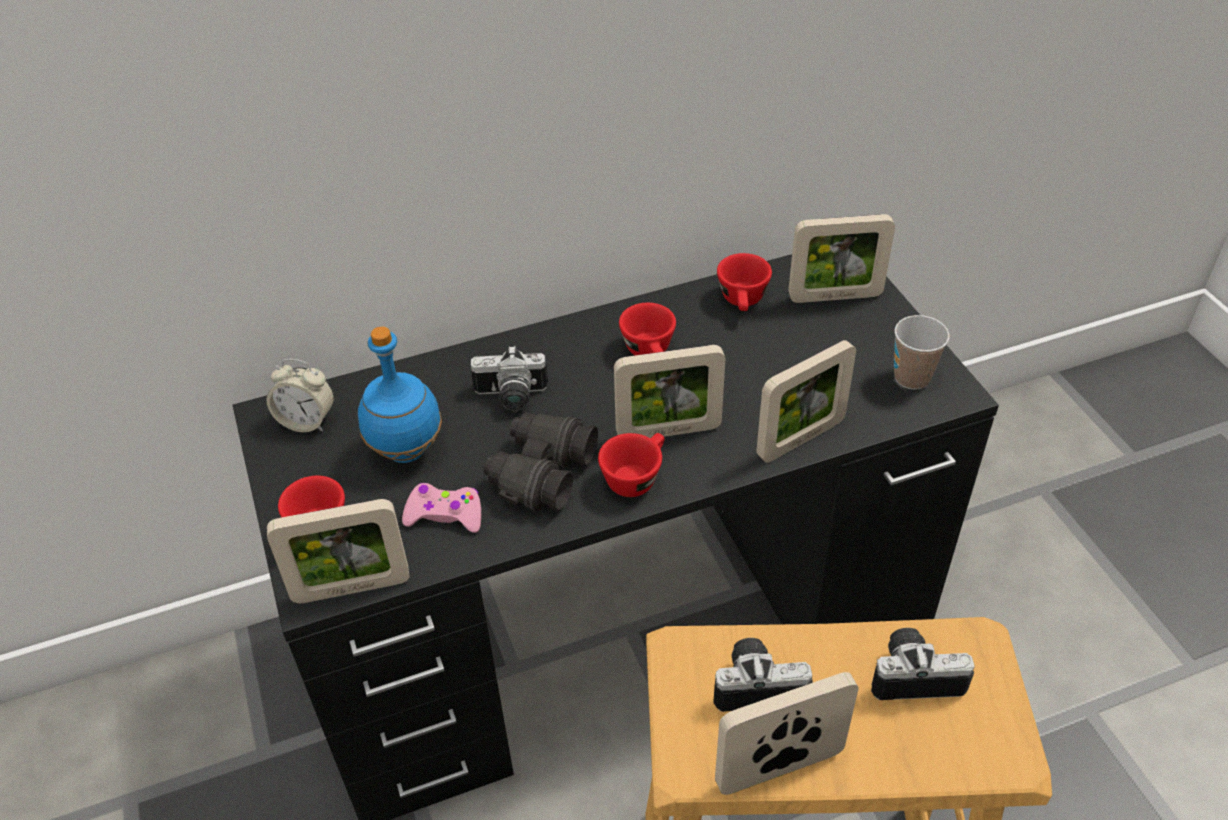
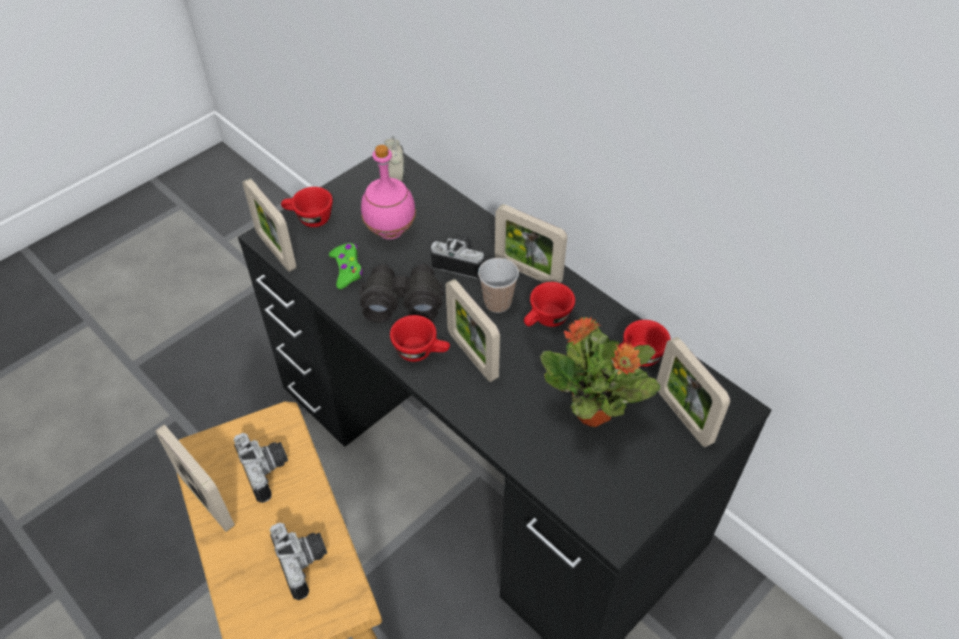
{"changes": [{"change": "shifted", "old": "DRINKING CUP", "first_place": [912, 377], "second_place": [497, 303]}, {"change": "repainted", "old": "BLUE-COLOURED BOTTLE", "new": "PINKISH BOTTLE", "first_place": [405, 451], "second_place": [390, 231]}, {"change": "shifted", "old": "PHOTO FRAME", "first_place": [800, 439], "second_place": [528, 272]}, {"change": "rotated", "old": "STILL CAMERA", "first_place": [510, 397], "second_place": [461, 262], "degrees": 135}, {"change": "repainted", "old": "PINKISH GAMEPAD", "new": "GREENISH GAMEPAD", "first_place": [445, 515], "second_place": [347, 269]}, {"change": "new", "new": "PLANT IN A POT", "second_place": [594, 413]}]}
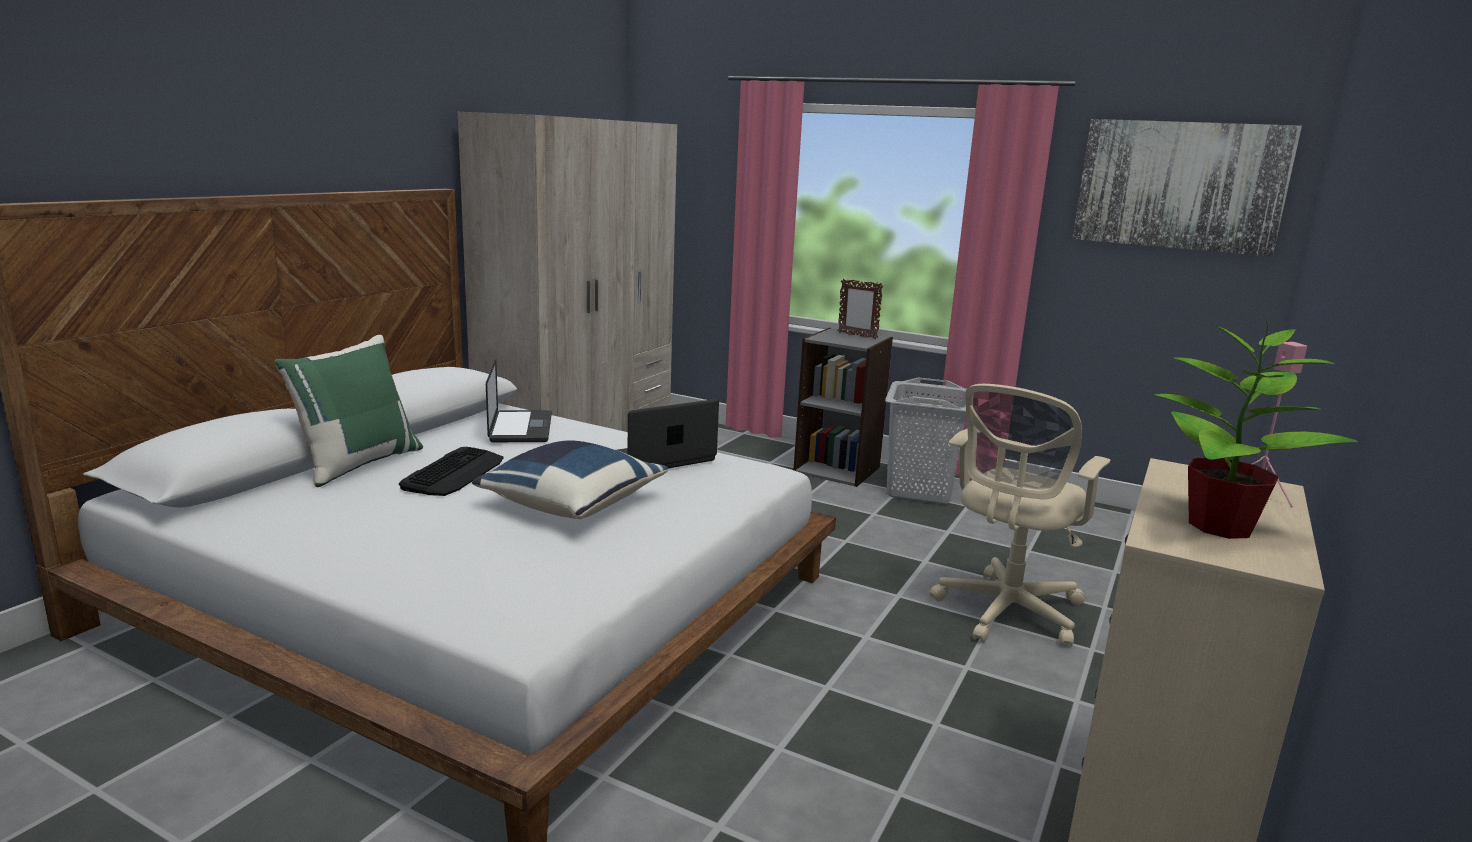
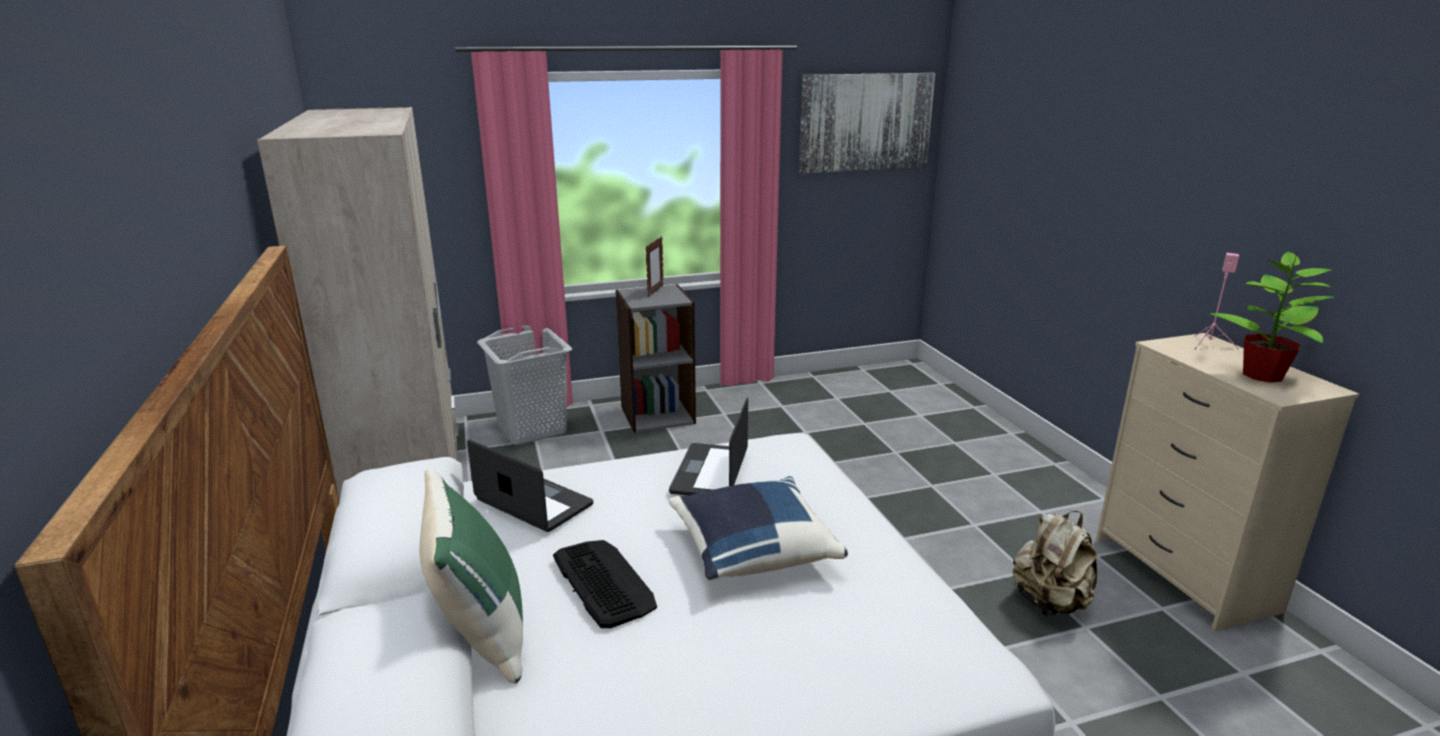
{"changes": [{"change": "rotated", "old": "PHOTO FRAME", "first_place": [857, 336], "second_place": [655, 291], "degrees": -60}, {"change": "shifted", "old": "GRAY WASHING BASKET", "first_place": [920, 490], "second_place": [532, 429]}, {"change": "gone", "old": "SAND-COLOURED COMPUTER CHAIR", "first_place": [1006, 614]}, {"change": "new", "new": "SAND-COLOURED BACKPACK", "second_place": [1050, 603]}]}
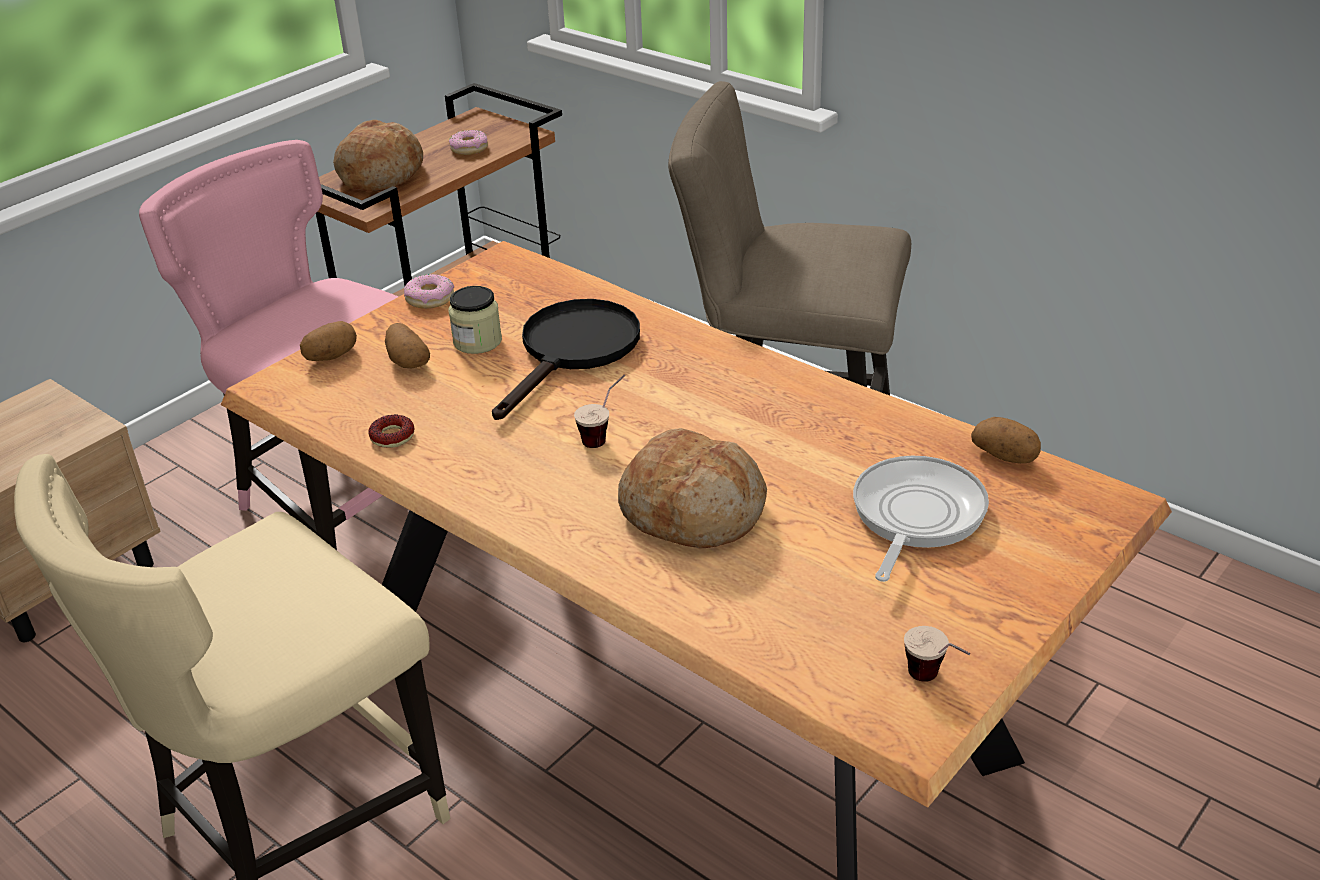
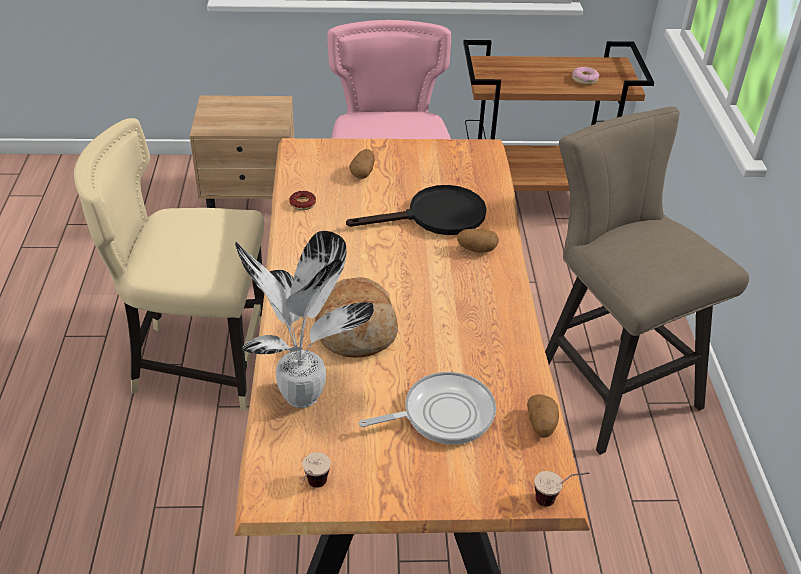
{"changes": [{"change": "gone", "old": "BREAD", "first_place": [380, 174]}, {"change": "gone", "old": "RING DOUGHNUT", "first_place": [430, 299]}, {"change": "gone", "old": "PRESERVE JAR", "first_place": [477, 341]}, {"change": "shifted", "old": "POTATO", "first_place": [331, 356], "second_place": [476, 249]}, {"change": "shifted", "old": "DRINKING CUP", "first_place": [604, 436], "second_place": [556, 500]}, {"change": "new", "new": "PLANT IN A POT", "second_place": [303, 398]}]}
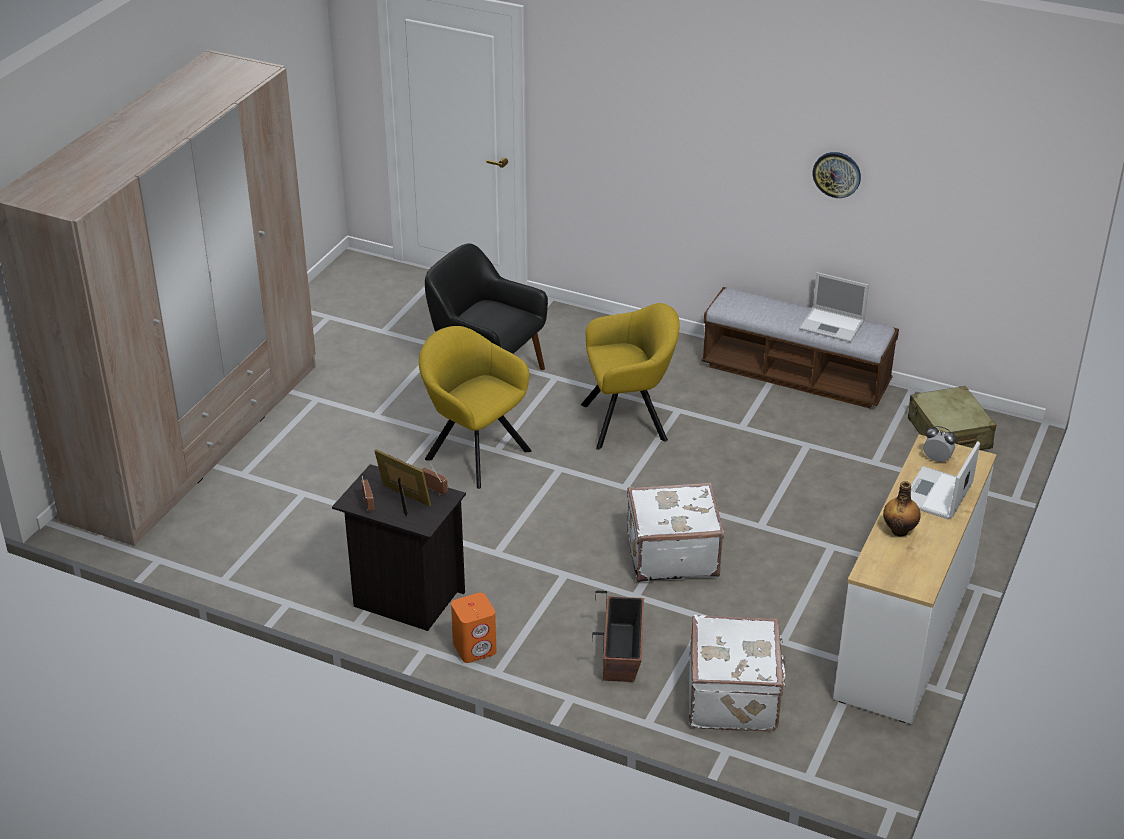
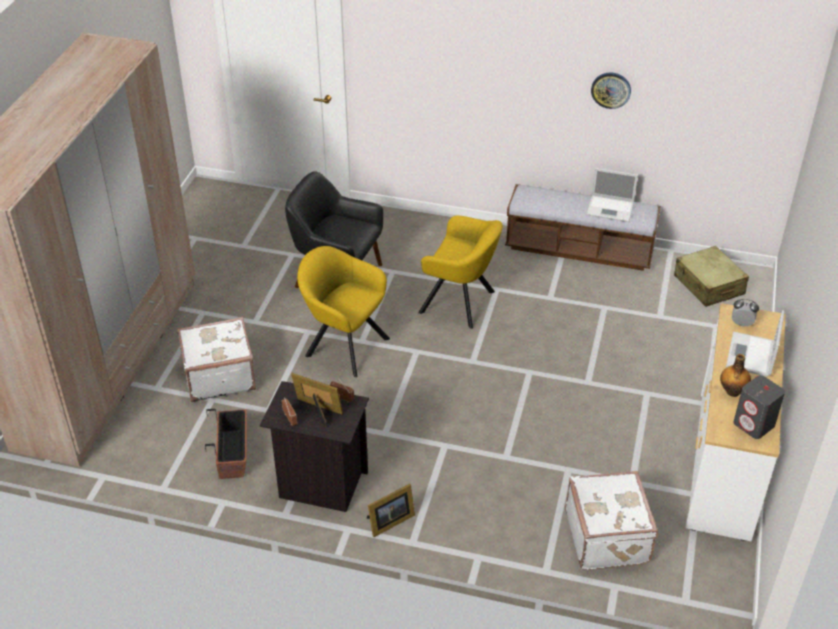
{"changes": [{"change": "rotated", "old": "YELLOW EASY CHAIR", "first_place": [629, 421], "second_place": [461, 303], "degrees": 45}, {"change": "shifted", "old": "WHITE SUITCASE", "first_place": [671, 554], "second_place": [218, 376]}, {"change": "shifted", "old": "FLOWER POT", "first_place": [621, 653], "second_place": [233, 454]}, {"change": "swapped", "old": "ORANGE-COLOURED LOUDSPEAKER", "new": "PHOTO FRAME", "first_place": [475, 648], "second_place": [389, 522]}, {"change": "new", "new": "GRAY LOUDSPEAKER", "second_place": [754, 424]}]}
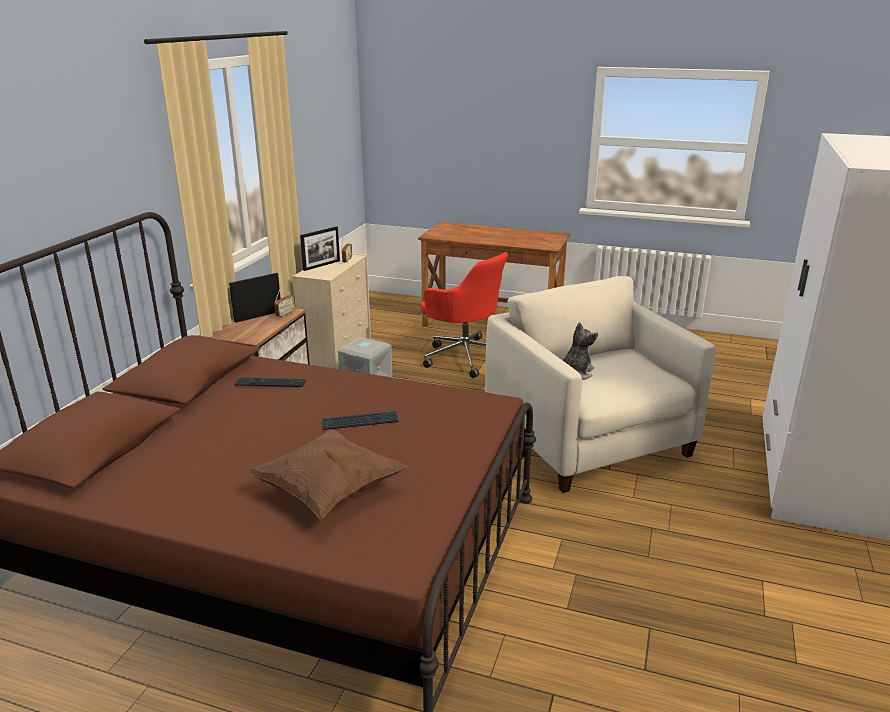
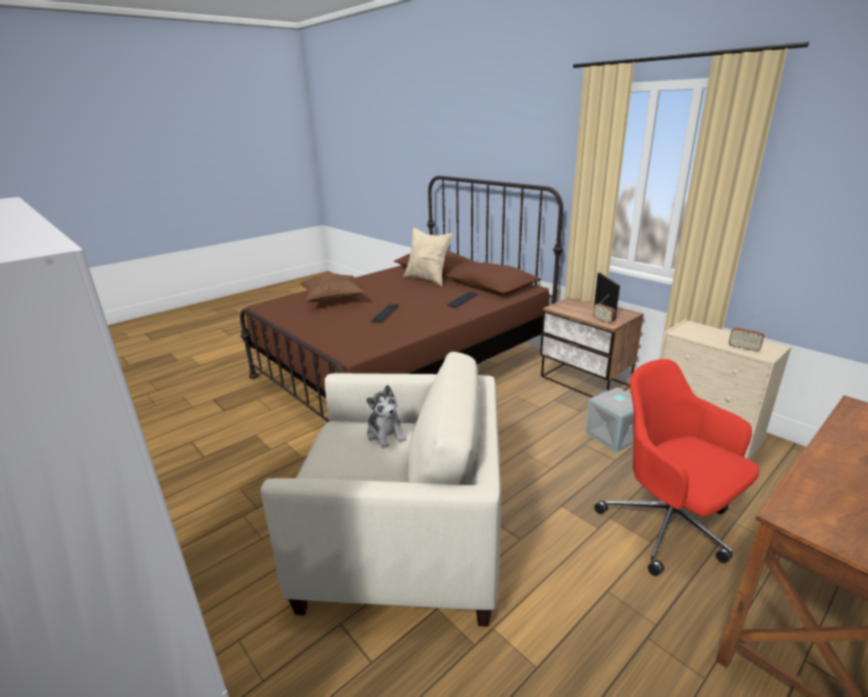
{"changes": [{"change": "gone", "old": "PHOTO FRAME", "first_place": [321, 265]}, {"change": "rotated", "old": "REDDISH COMPUTER CHAIR", "first_place": [464, 356], "second_place": [669, 526], "degrees": 75}, {"change": "new", "new": "SAND-COLOURED PILLOW", "second_place": [427, 279]}]}
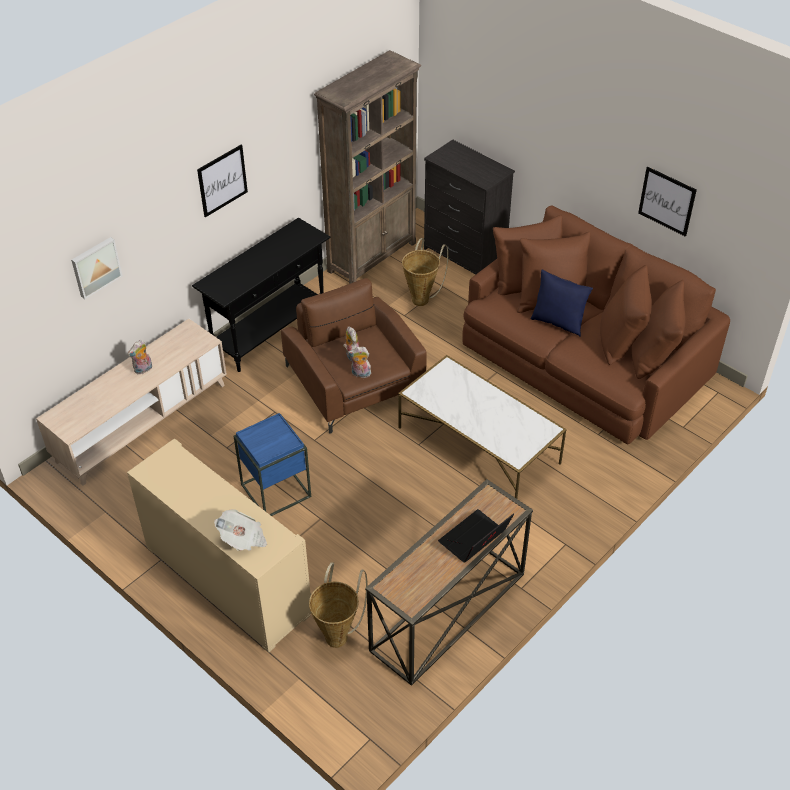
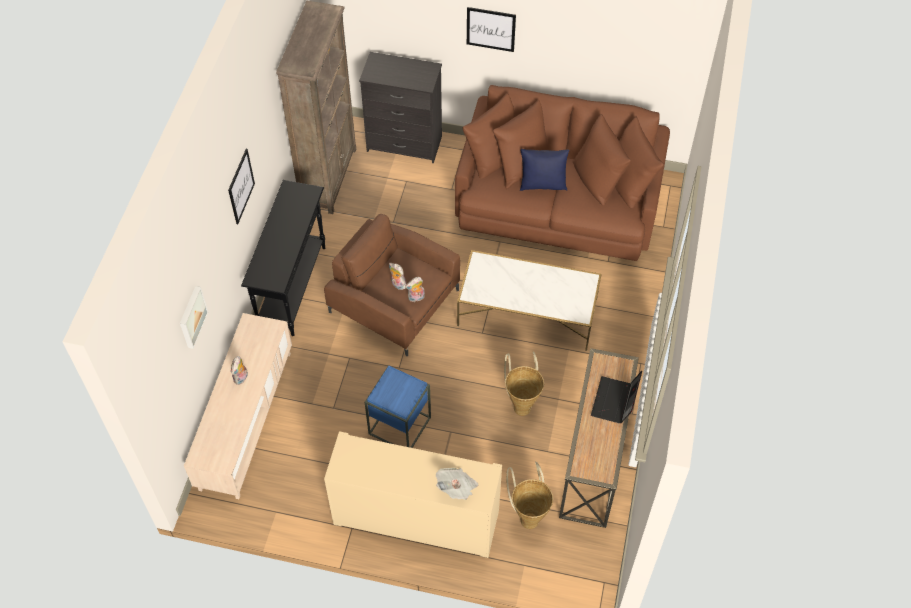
{"changes": [{"change": "shifted", "old": "WALL PICTURE", "first_place": [667, 201], "second_place": [491, 29]}, {"change": "shifted", "old": "HOUSEHOLD BASKET", "first_place": [422, 298], "second_place": [522, 404]}]}
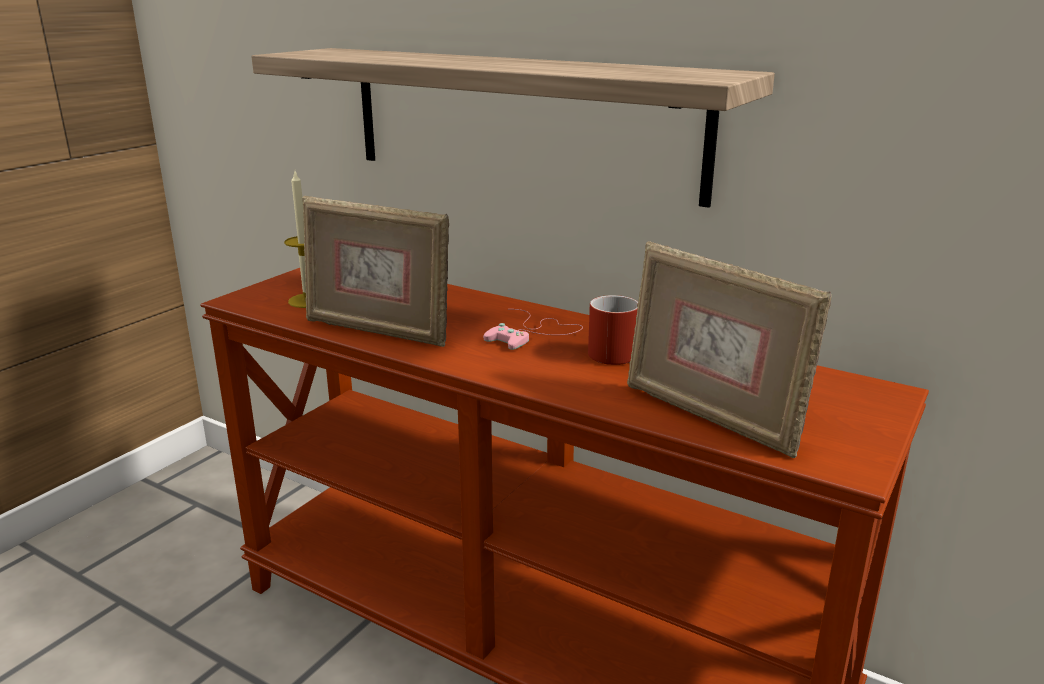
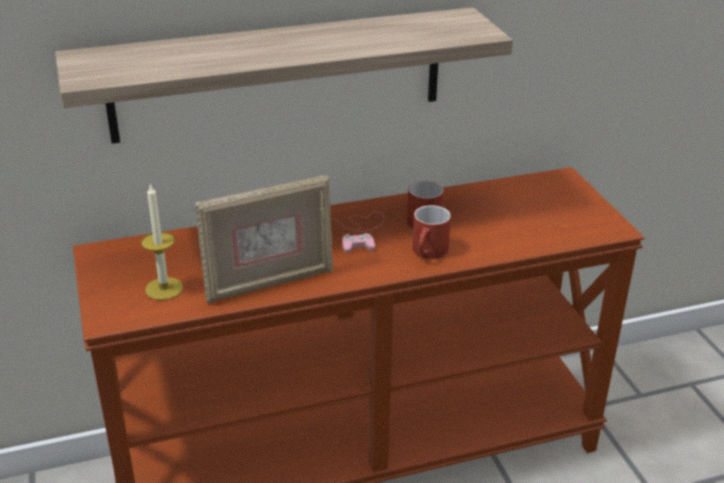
{"changes": [{"change": "gone", "old": "PHOTO FRAME", "first_place": [710, 416]}, {"change": "new", "new": "REDDISH COFFEE MUG", "second_place": [429, 253]}]}
